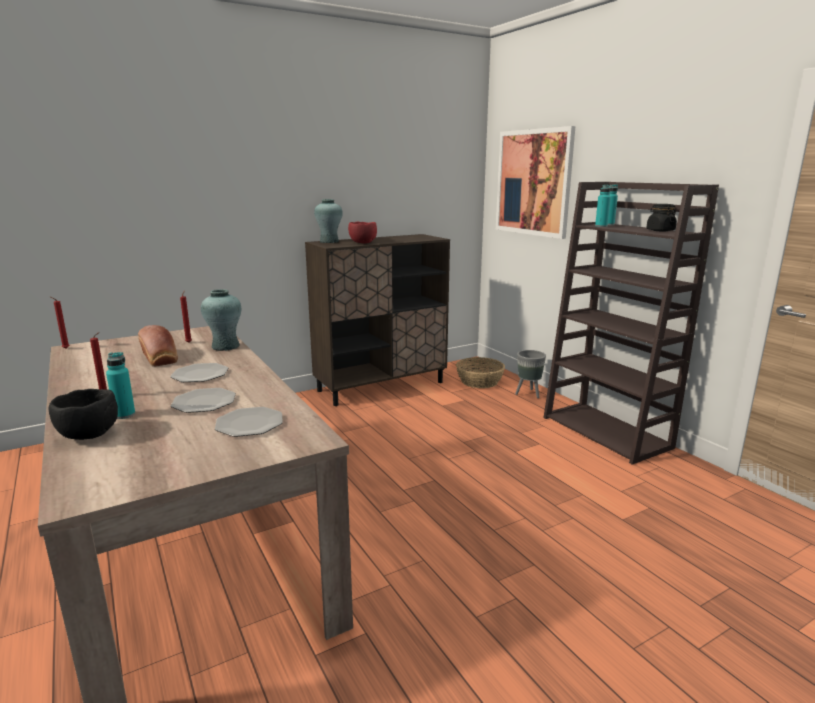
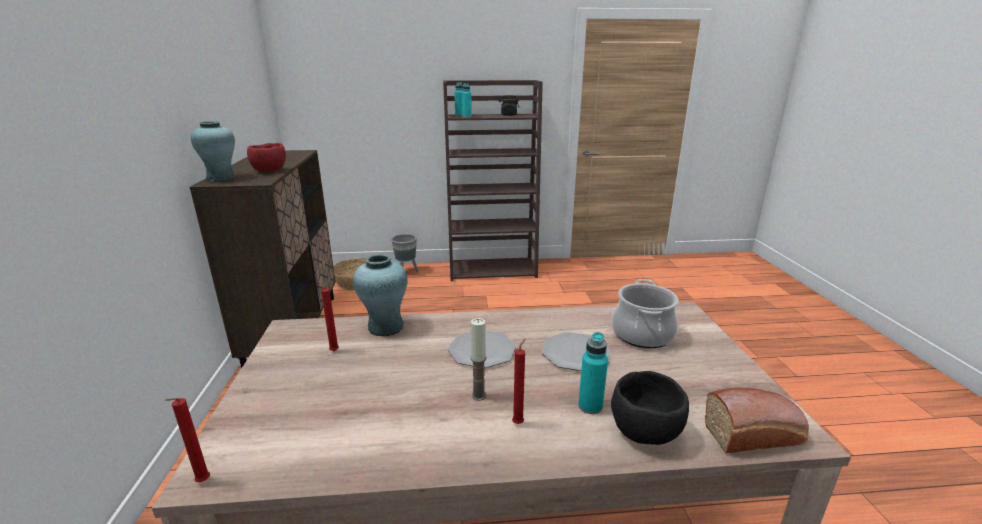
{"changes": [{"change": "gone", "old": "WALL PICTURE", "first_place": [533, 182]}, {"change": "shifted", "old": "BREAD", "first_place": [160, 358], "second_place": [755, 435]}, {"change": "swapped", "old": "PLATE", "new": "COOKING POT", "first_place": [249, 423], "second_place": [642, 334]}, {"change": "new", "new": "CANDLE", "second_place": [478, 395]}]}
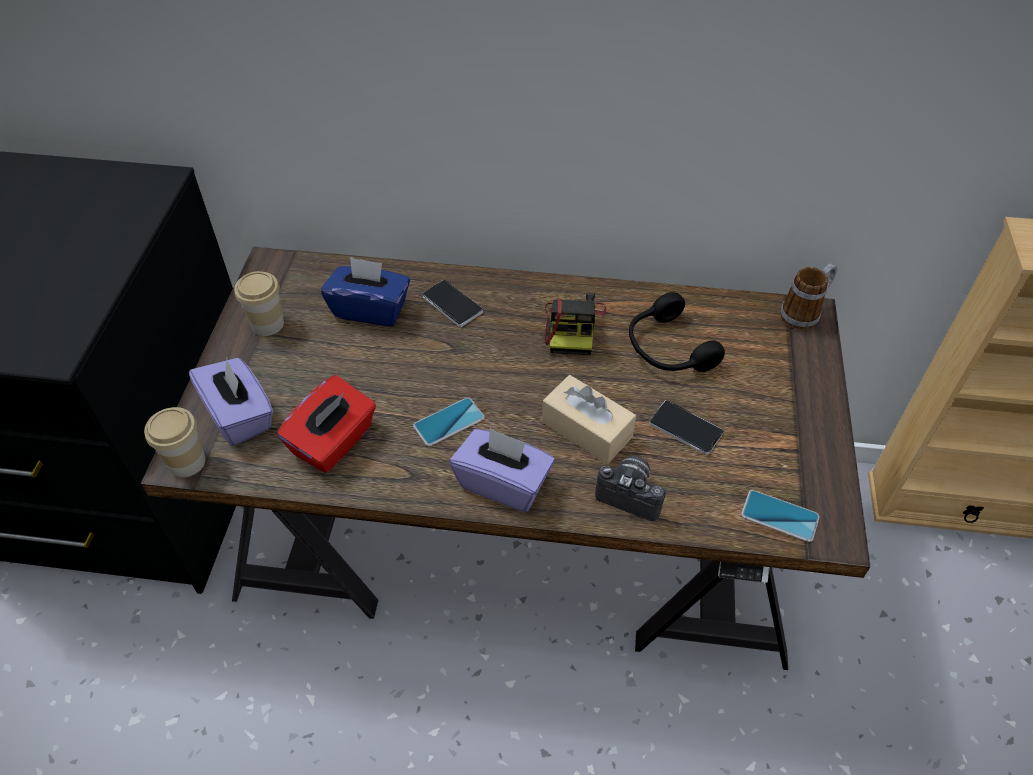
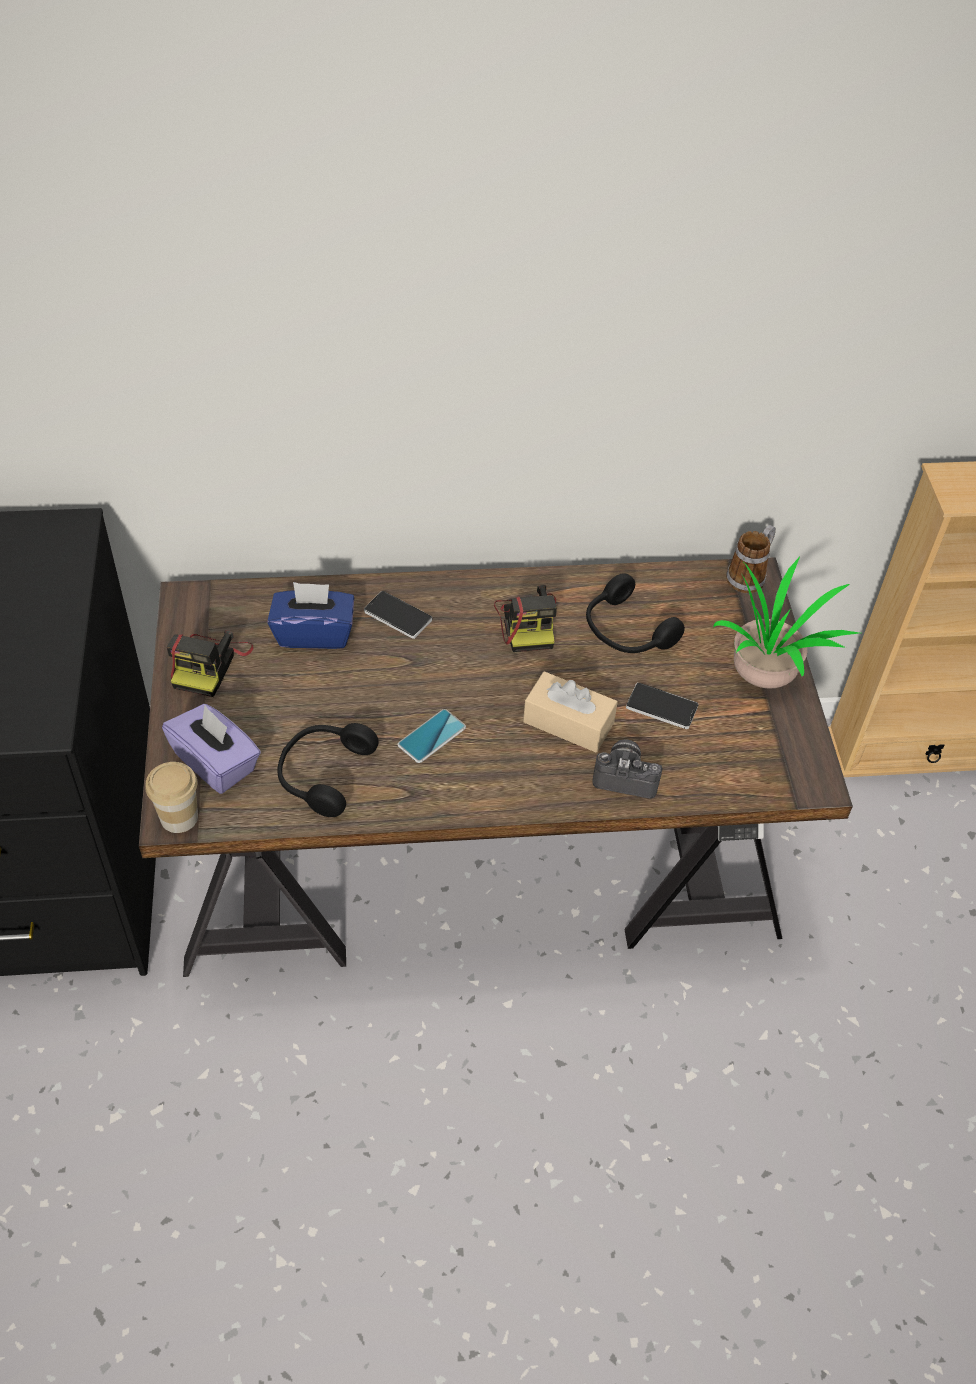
{"changes": [{"change": "swapped", "old": "DRINKING CUP", "new": "STILL CAMERA", "first_place": [267, 324], "second_place": [209, 664]}, {"change": "swapped", "old": "REDDISH TISSUE HOLDER", "new": "BLACKISH HEADSET", "first_place": [334, 442], "second_place": [323, 774]}, {"change": "gone", "old": "PURPLISH TISSUE HOLDER", "first_place": [503, 483]}, {"change": "gone", "old": "PHONE", "first_place": [779, 516]}, {"change": "new", "new": "PLANT IN A POT", "second_place": [766, 674]}]}
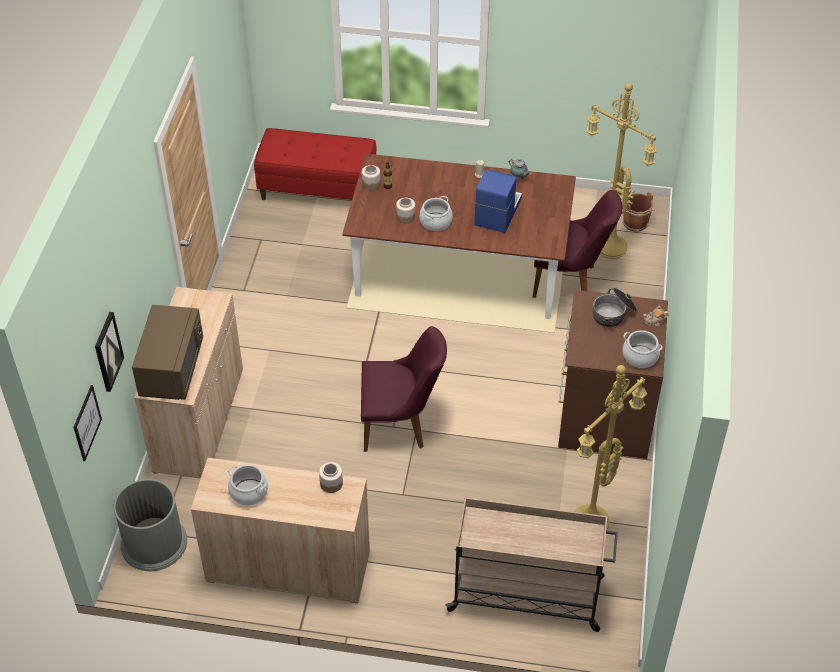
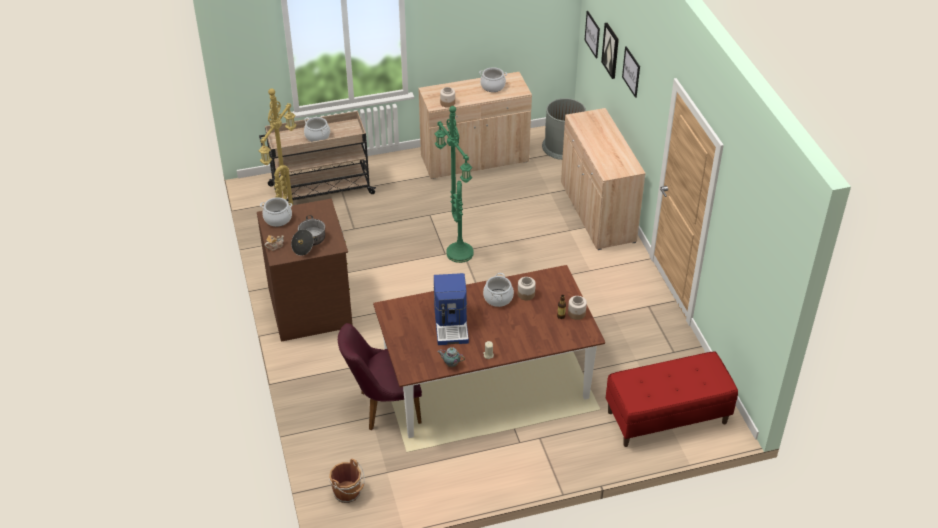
{"changes": [{"change": "gone", "old": "YELLOW FLOOR LAMP", "first_place": [609, 248]}, {"change": "gone", "old": "BROWN-COLOURED MICROWAVE OVEN", "first_place": [171, 368]}, {"change": "swapped", "old": "PURPLISH CHAIR", "new": "GREENISH FLOOR LAMP", "first_place": [401, 425], "second_place": [457, 253]}, {"change": "new", "new": "WALL PICTURE", "second_place": [631, 71]}, {"change": "new", "new": "COOKING POT", "second_place": [317, 136]}]}
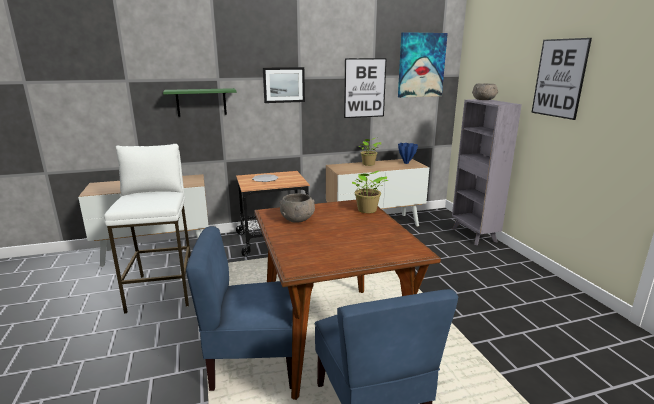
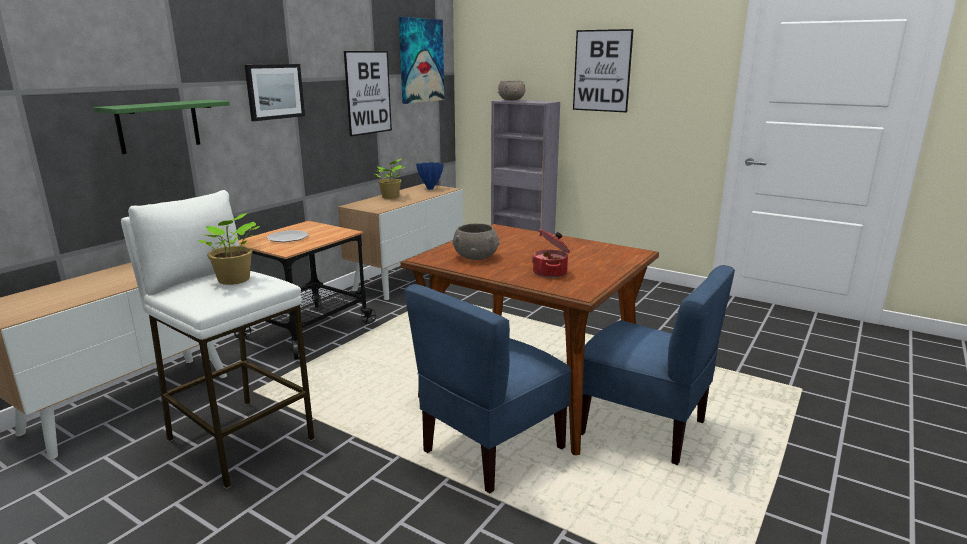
{"changes": [{"change": "shifted", "old": "PLANT IN A POT", "first_place": [367, 210], "second_place": [234, 280]}, {"change": "new", "new": "COOKING POT", "second_place": [551, 273]}]}
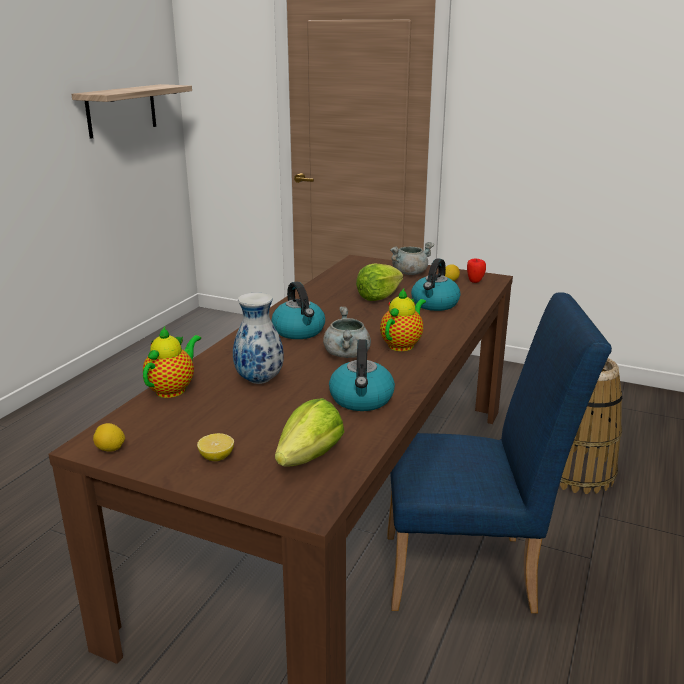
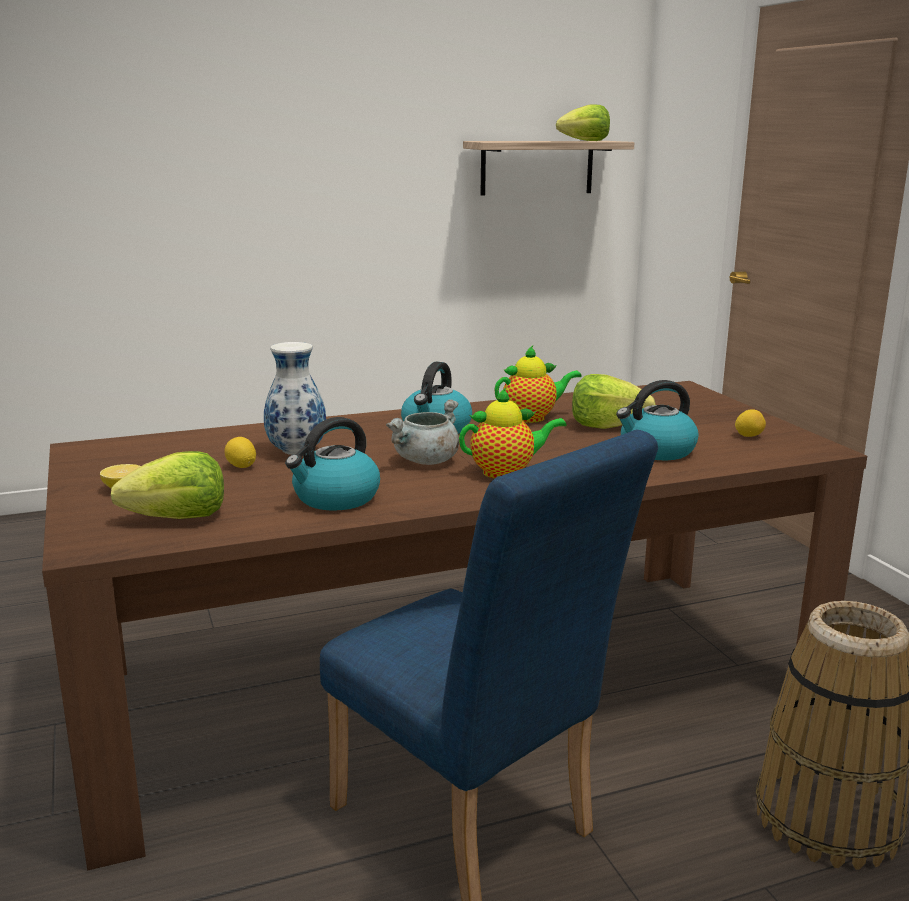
{"changes": [{"change": "gone", "old": "GRAY COOKING POT", "first_place": [410, 273]}, {"change": "gone", "old": "WHOLE APPLE", "first_place": [475, 281]}, {"change": "shifted", "old": "TEA POT", "first_place": [173, 389], "second_place": [532, 418]}, {"change": "shifted", "old": "CITRUS FRUIT", "first_place": [110, 449], "second_place": [241, 467]}, {"change": "new", "new": "LETTUCE", "second_place": [585, 141]}]}
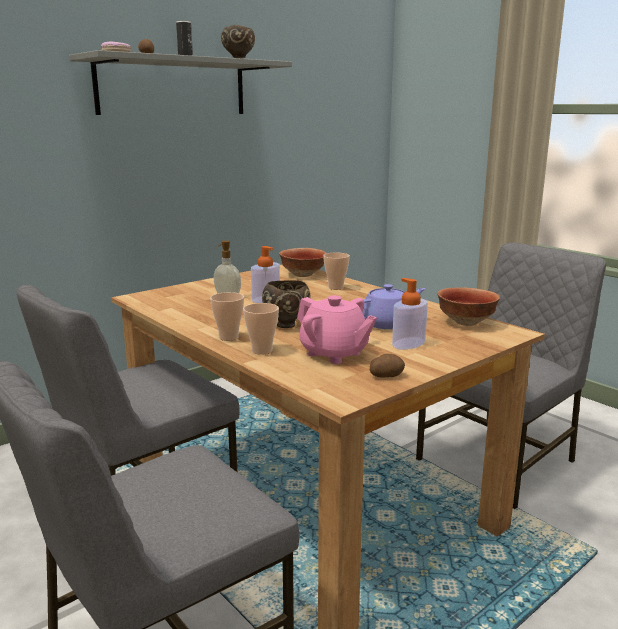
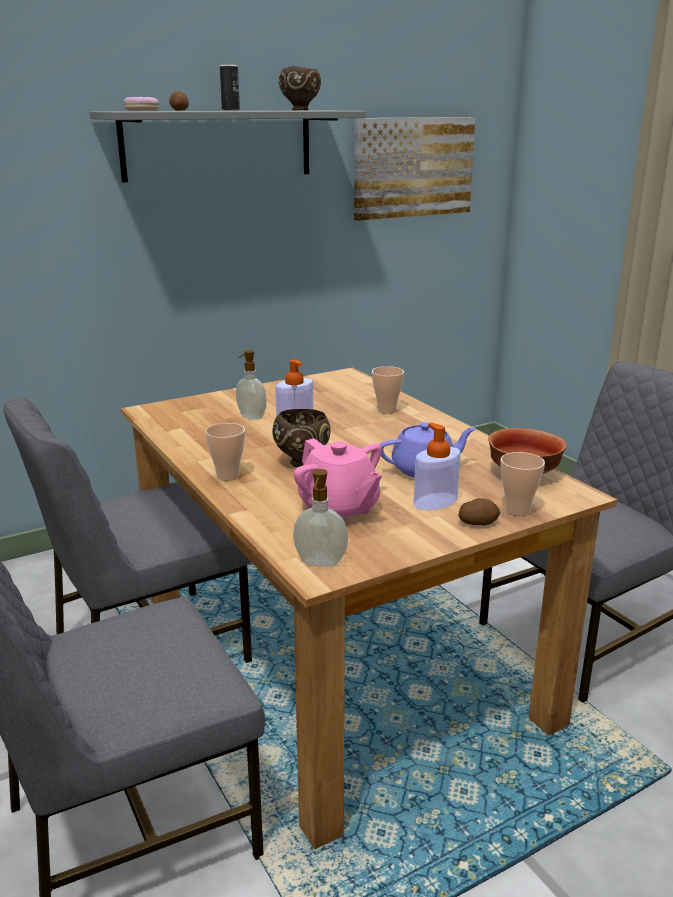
{"changes": [{"change": "gone", "old": "BOWL", "first_place": [303, 275]}, {"change": "shifted", "old": "DRINKING CUP", "first_place": [262, 351], "second_place": [517, 510]}, {"change": "shifted", "old": "POTATO", "first_place": [386, 375], "second_place": [477, 522]}, {"change": "new", "new": "WALL PICTURE", "second_place": [412, 167]}, {"change": "new", "new": "SOAP BOTTLE", "second_place": [320, 563]}]}
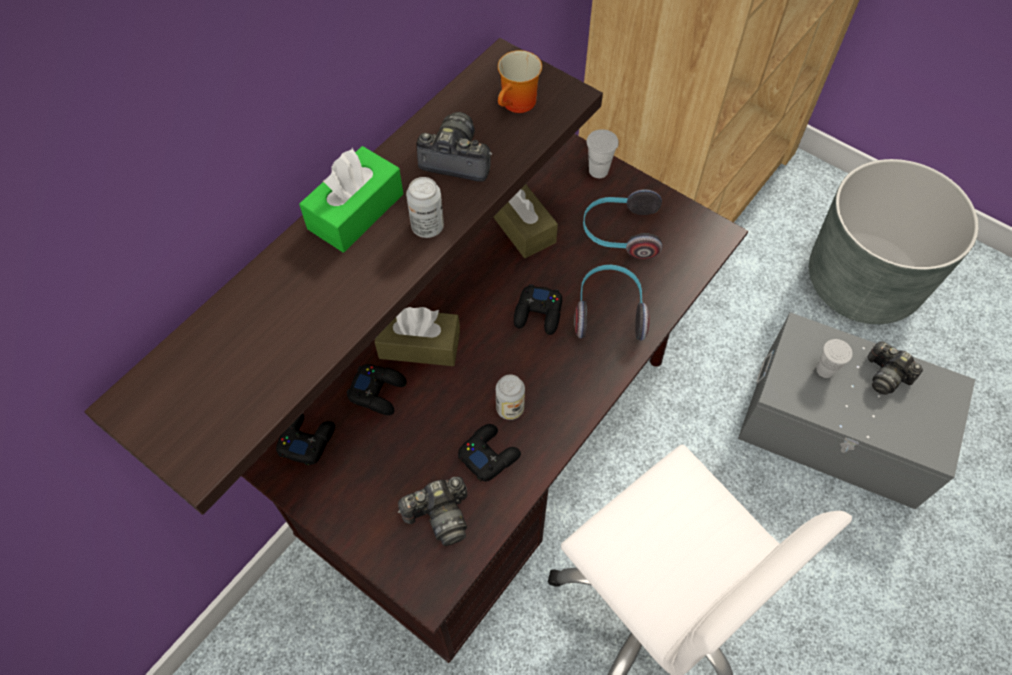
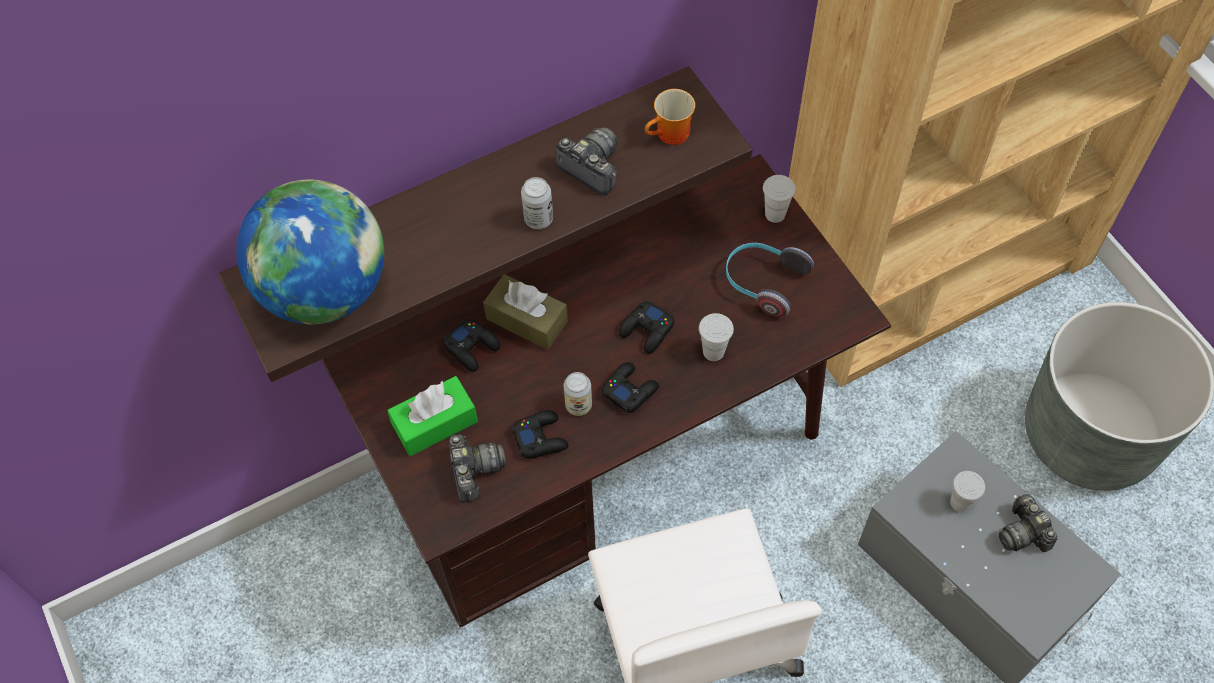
{"changes": [{"change": "shifted", "old": "GREENISH TISSUE HOLDER", "first_place": [356, 211], "second_place": [435, 423]}, {"change": "gone", "old": "BROWN-COLOURED TISSUE HOLDER", "first_place": [521, 226]}, {"change": "swapped", "old": "HEADSET", "new": "WHITE DRINKING CUP", "first_place": [609, 310], "second_place": [713, 352]}, {"change": "shifted", "old": "BLACKISH GAMEPAD", "first_place": [306, 440], "second_place": [629, 390]}, {"change": "rotated", "old": "STILL CAMERA", "first_place": [439, 515], "second_place": [474, 471], "degrees": -105}, {"change": "new", "new": "WORLD GLOBE", "second_place": [325, 290]}]}
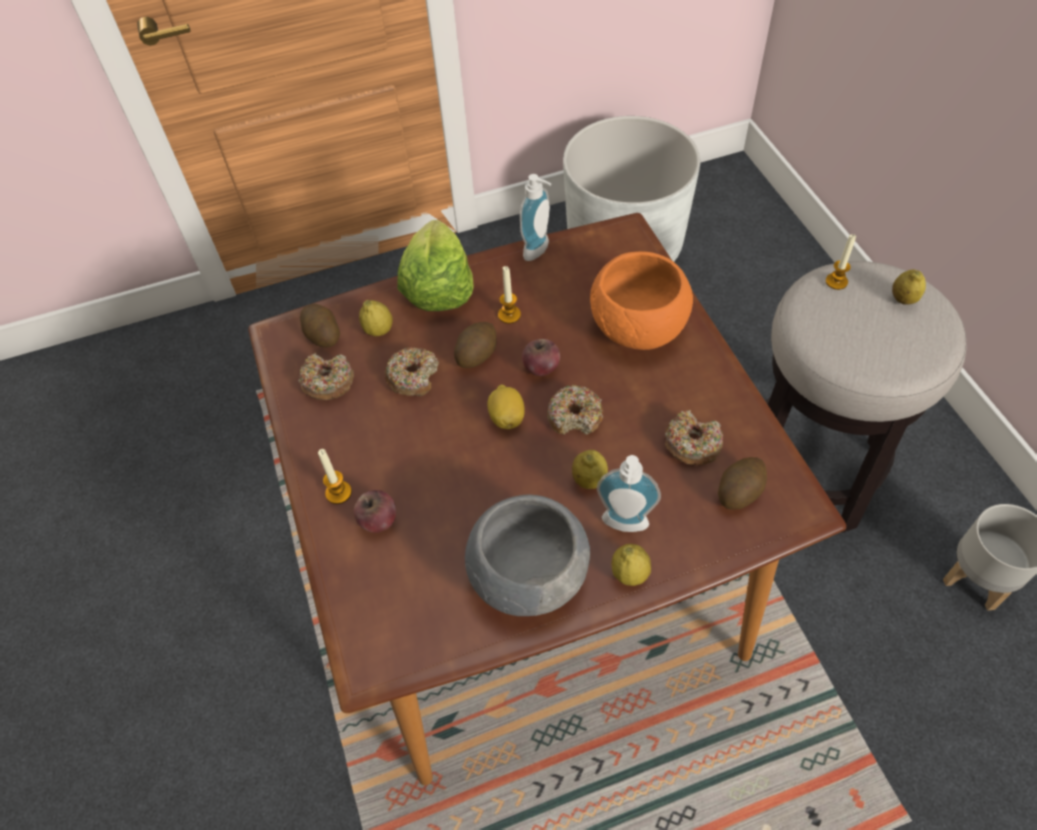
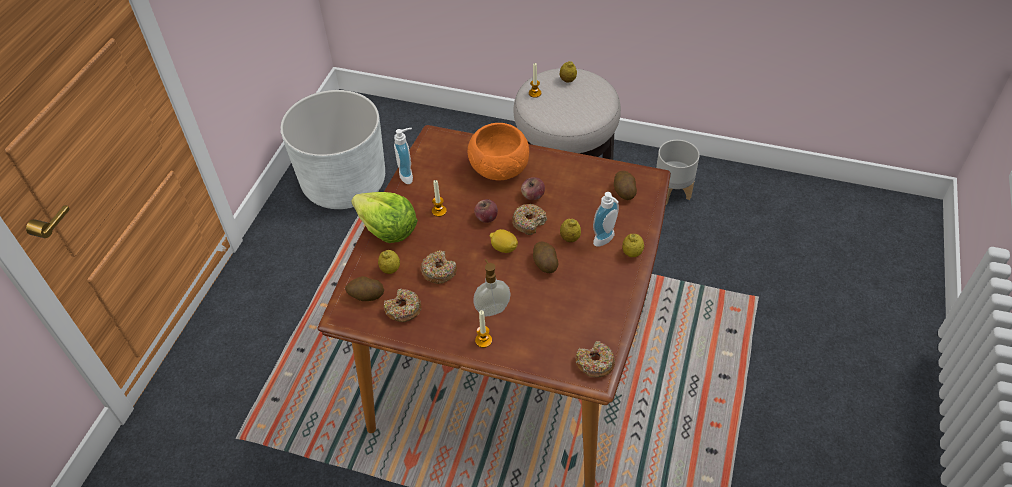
{"changes": [{"change": "shifted", "old": "POTATO", "first_place": [476, 354], "second_place": [545, 263]}, {"change": "shifted", "old": "RING DOUGHNUT", "first_place": [692, 444], "second_place": [595, 363]}, {"change": "shifted", "old": "WHOLE APPLE", "first_place": [378, 520], "second_place": [533, 196]}, {"change": "gone", "old": "GRAY BOWL", "first_place": [528, 576]}, {"change": "new", "new": "SOAP BOTTLE", "second_place": [492, 309]}]}
